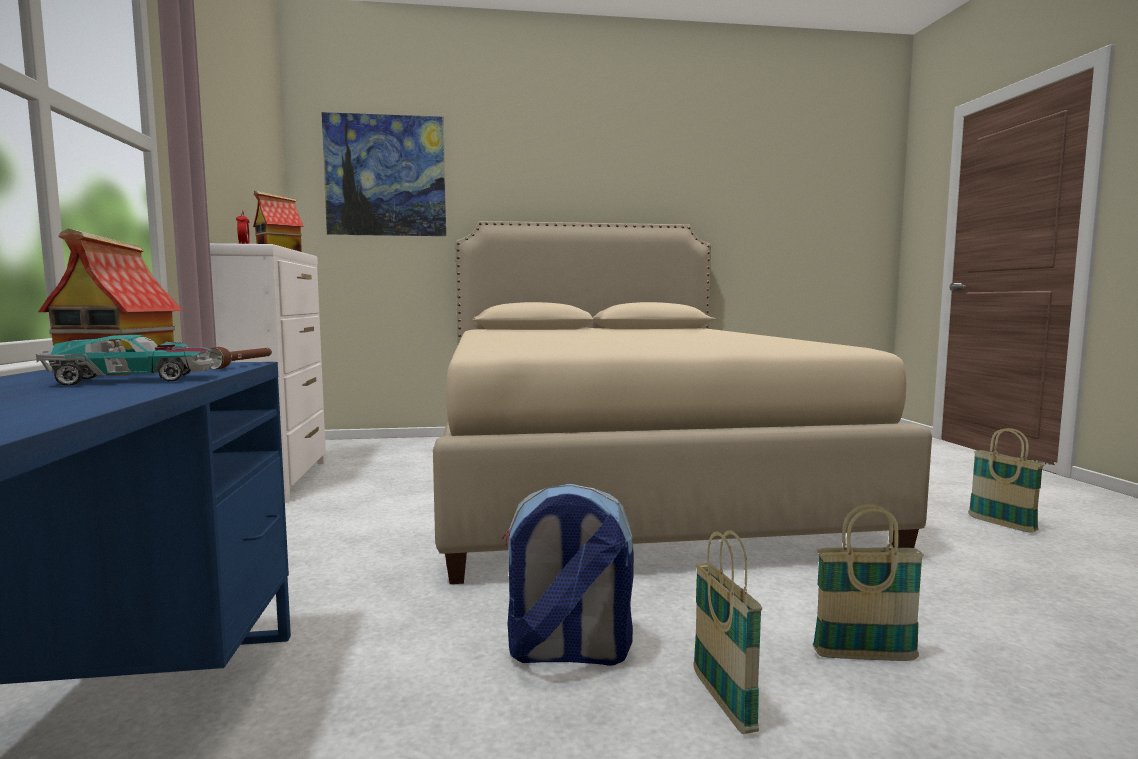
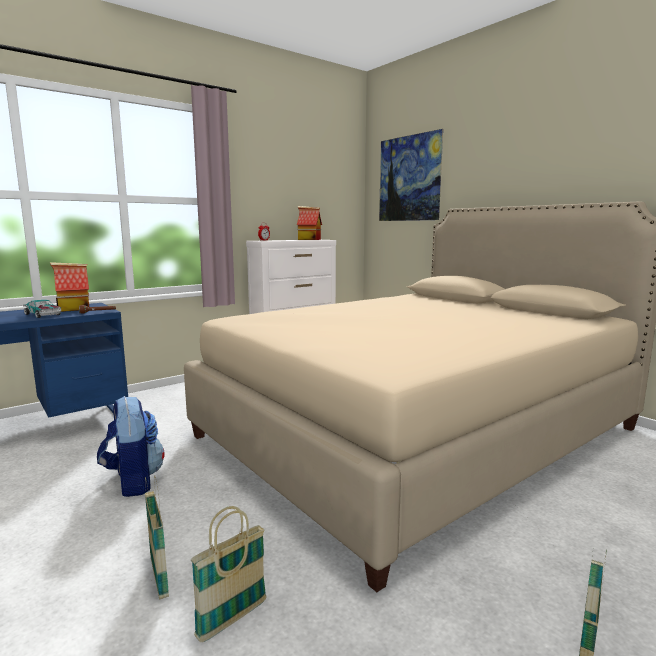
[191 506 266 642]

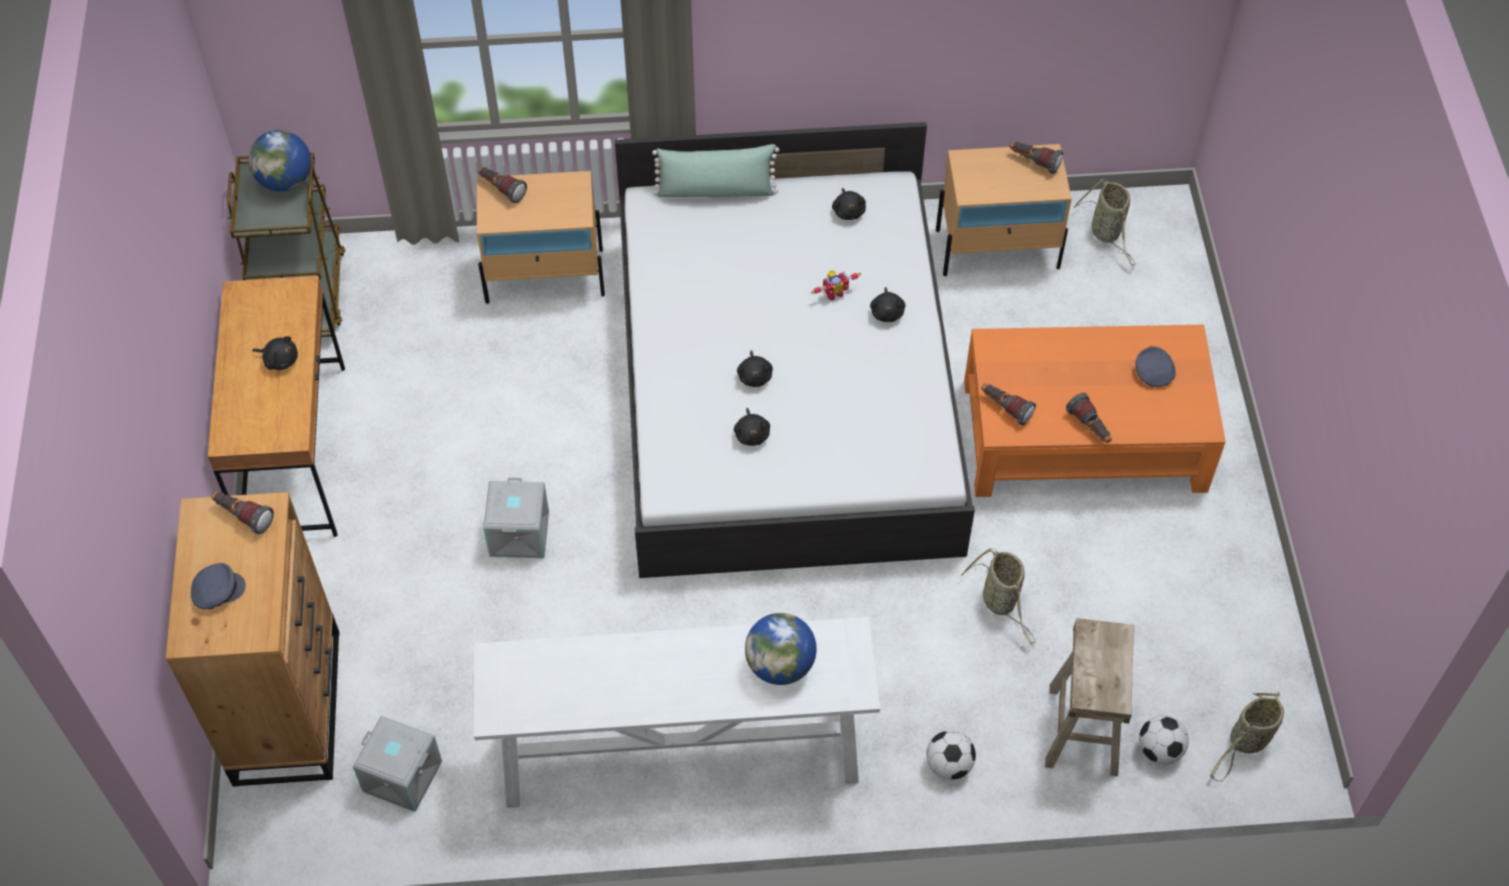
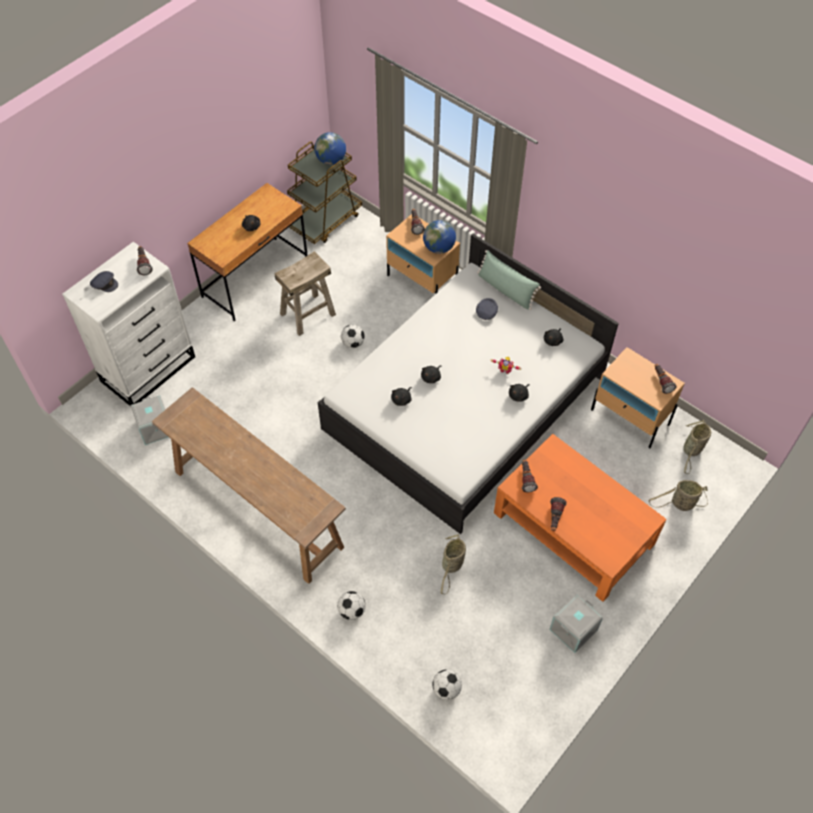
[476 298 498 320]
[550 594 603 653]
[62 242 195 406]
[423 220 456 254]
[152 387 346 584]
[274 251 336 336]
[649 480 708 511]
[341 324 365 348]

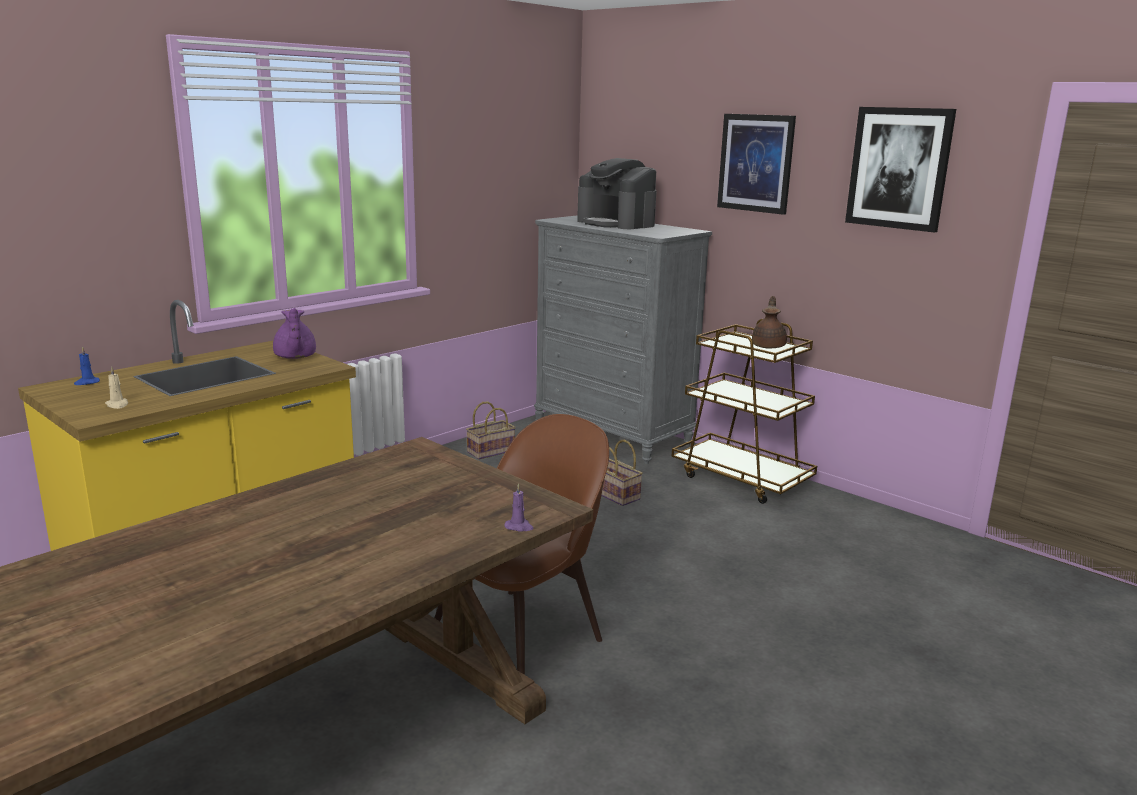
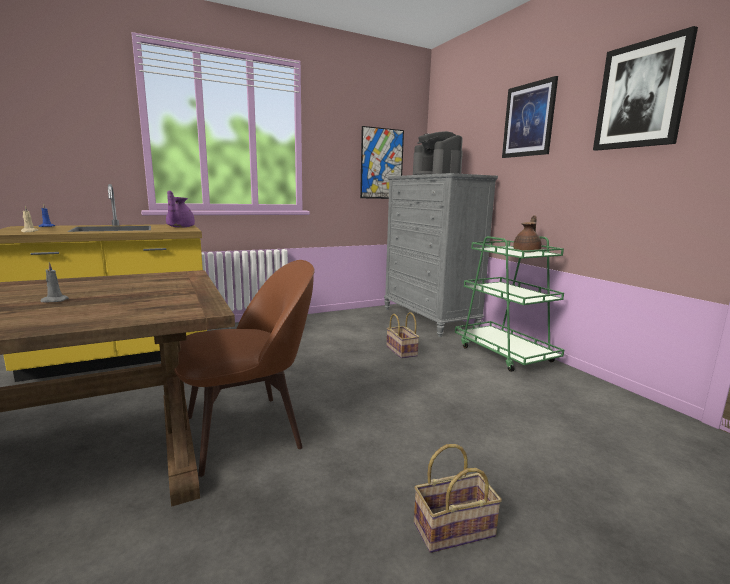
[455 236 564 372]
[414 444 502 553]
[504 483 534 532] (first image)
[360 126 404 199]
[40 262 69 302]

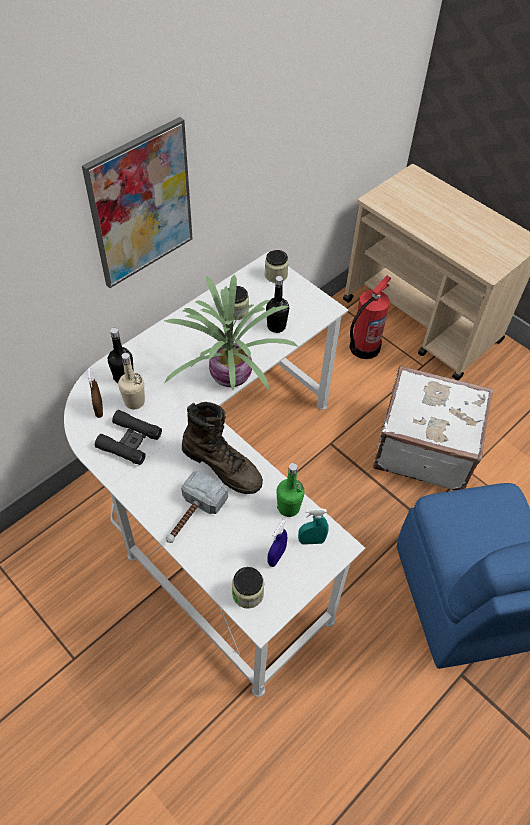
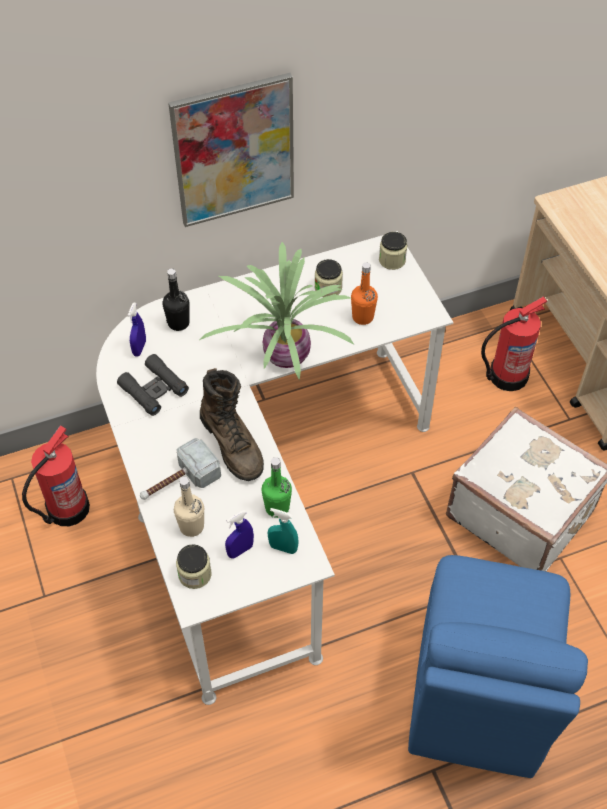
[351 262 378 325]
[174 477 204 537]
[127 302 146 357]
[22 425 90 526]

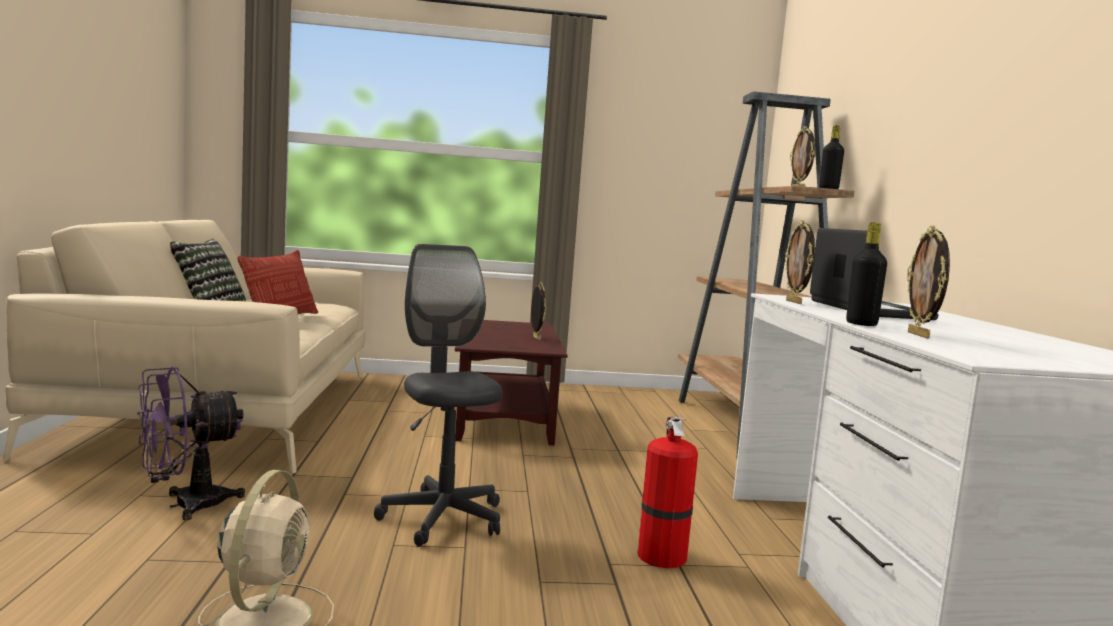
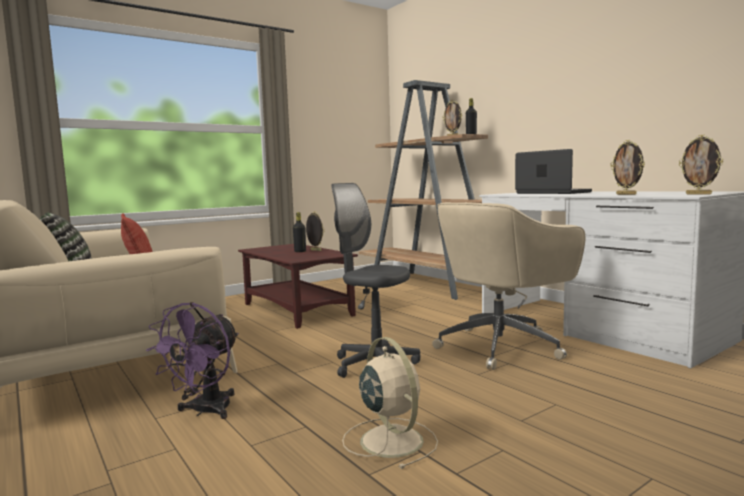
[679 135 723 195]
[293 212 306 252]
[432 202 585 370]

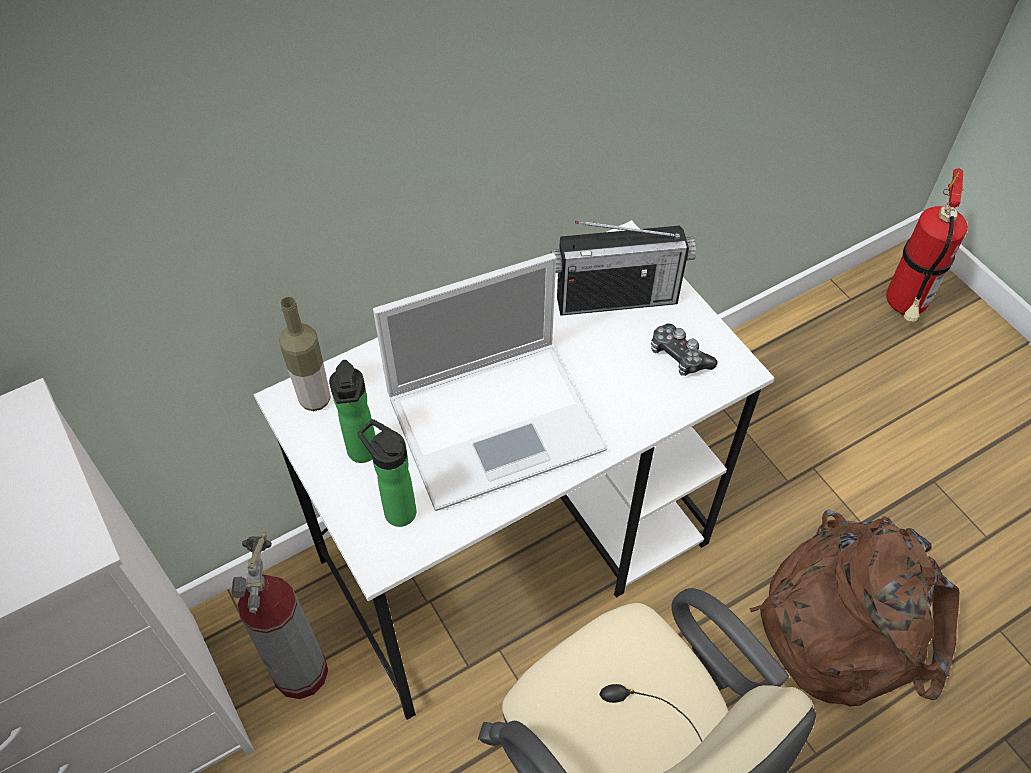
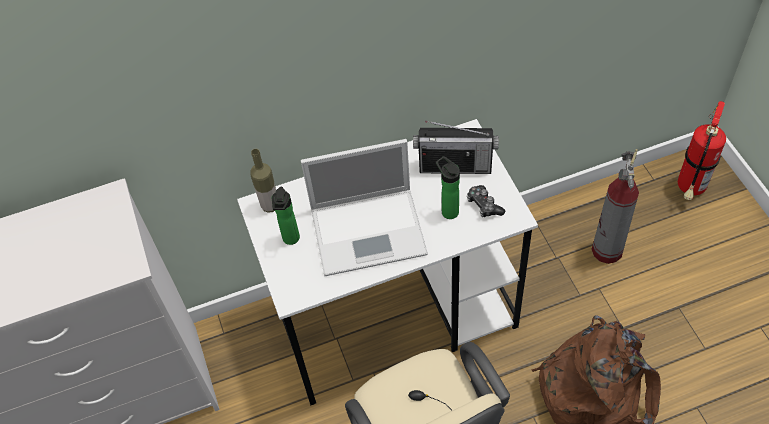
[436 156 460 219]
[591 149 639 264]

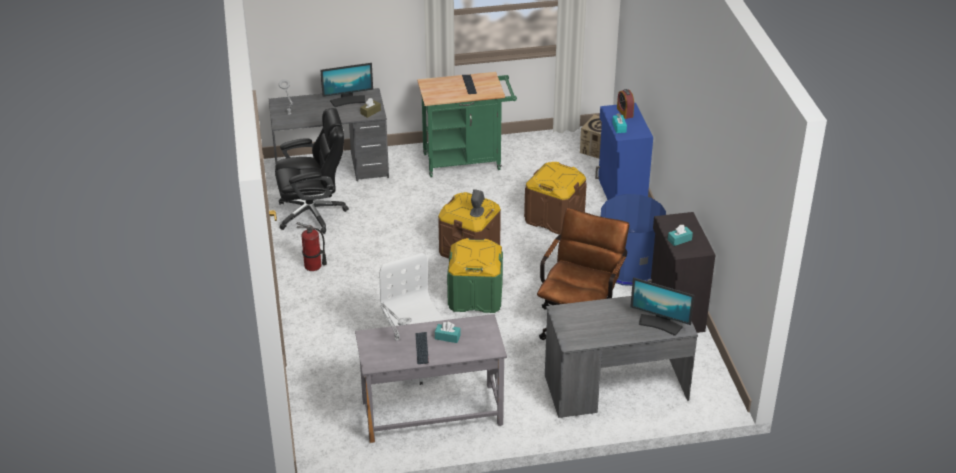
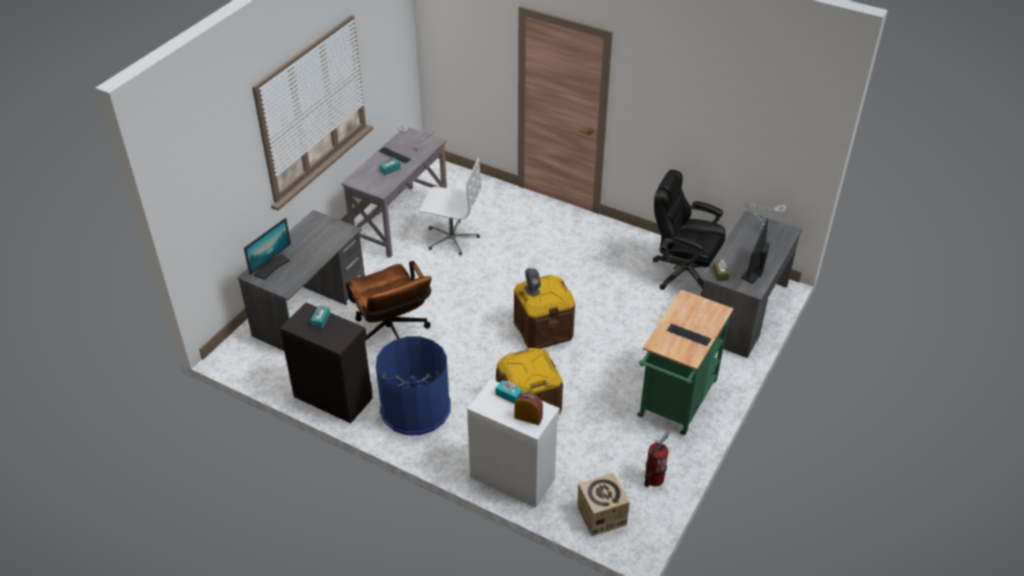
[467 379 560 508]
[653 170 726 295]
[644 431 669 487]
[447 238 503 313] (first image)
[244 218 291 280]

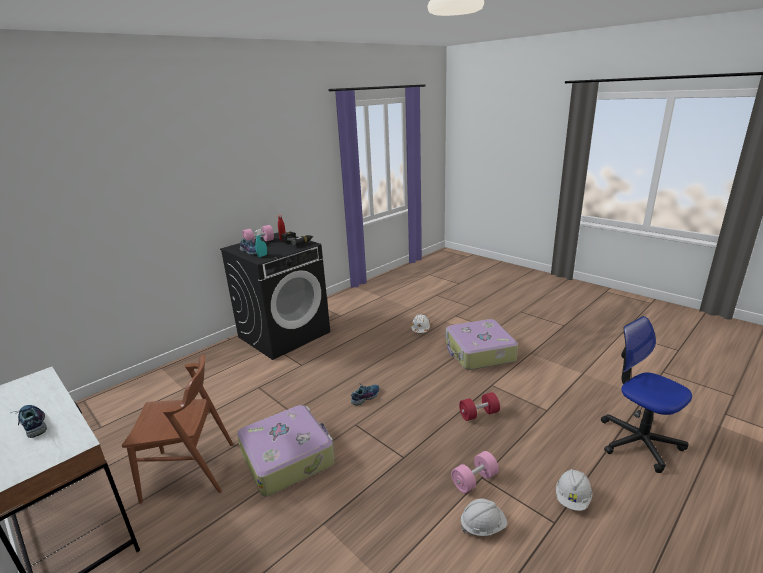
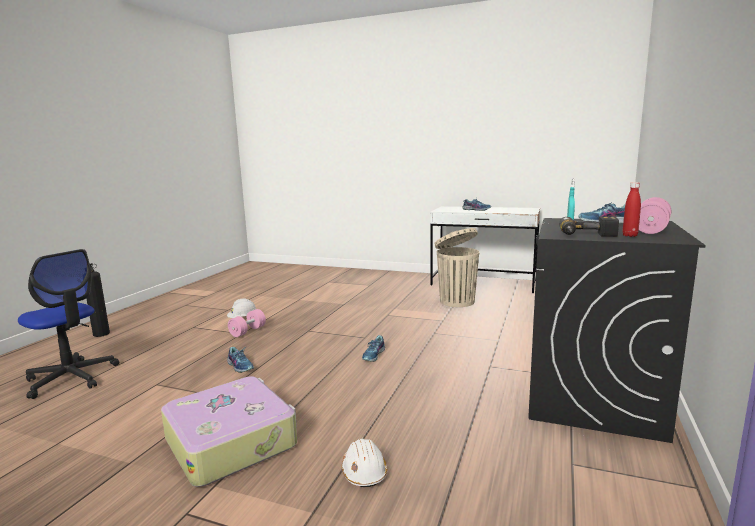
[435 228 479 307]
[227 347 254 373]
[237 405 335 496] (first image)
[556 469 592 511] (first image)
[86 263 110 337]

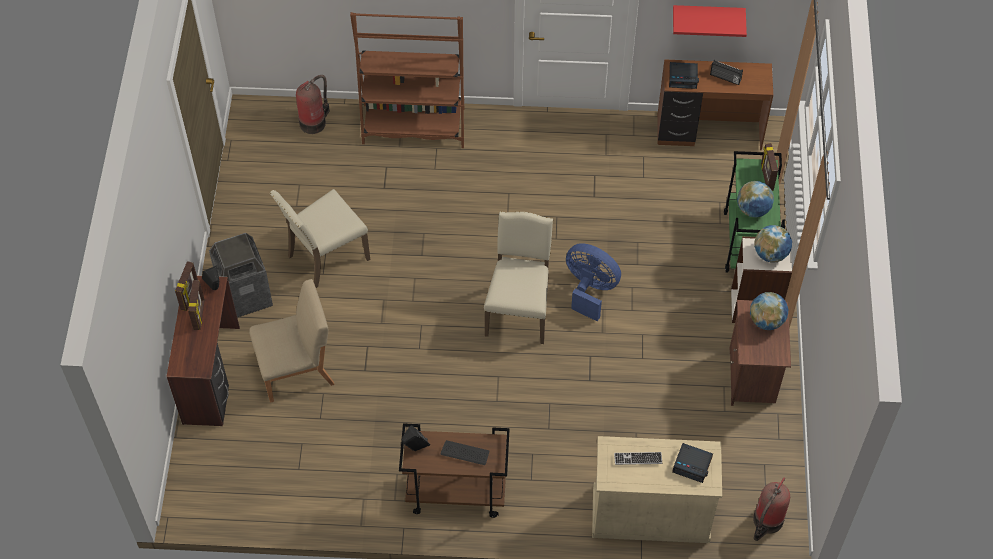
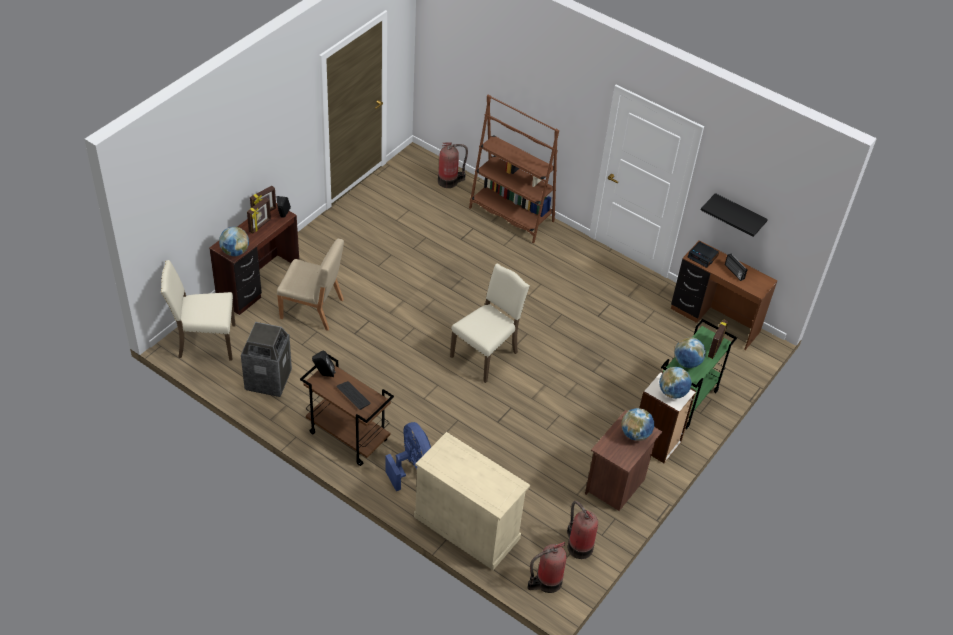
[701 193 768 237]
[161 260 236 361]
[241 322 292 397]
[385 422 431 491]
[672 443 713 483] (first image)
[614 452 662 465] (first image)
[219 227 249 256]
[567 501 598 559]

